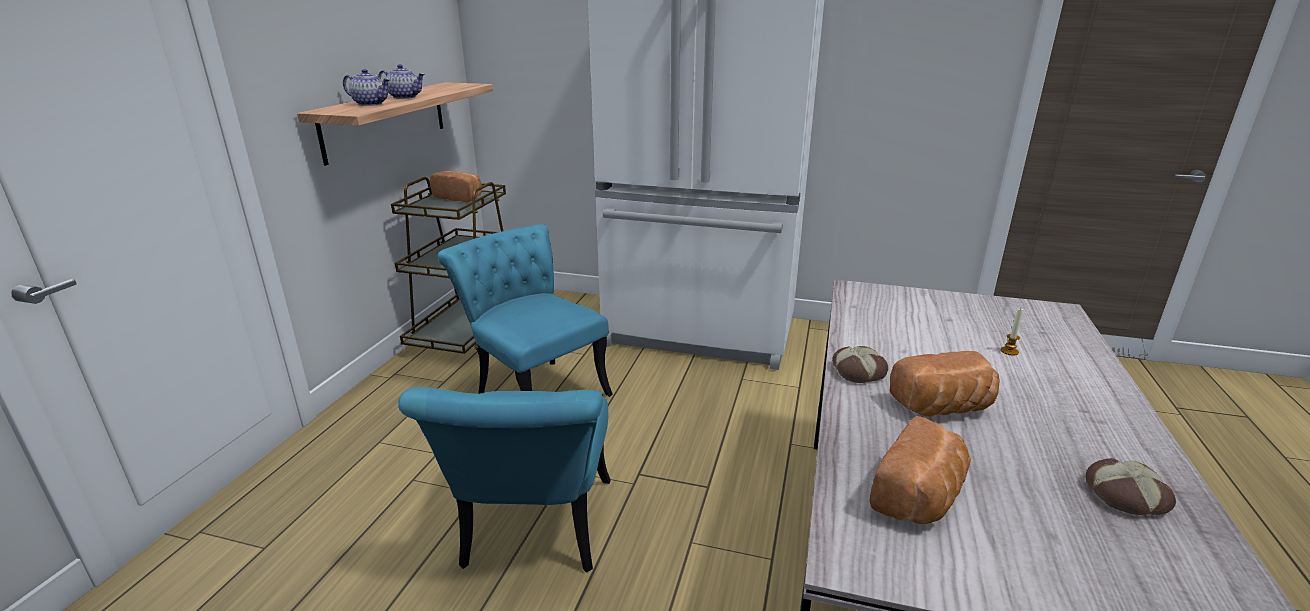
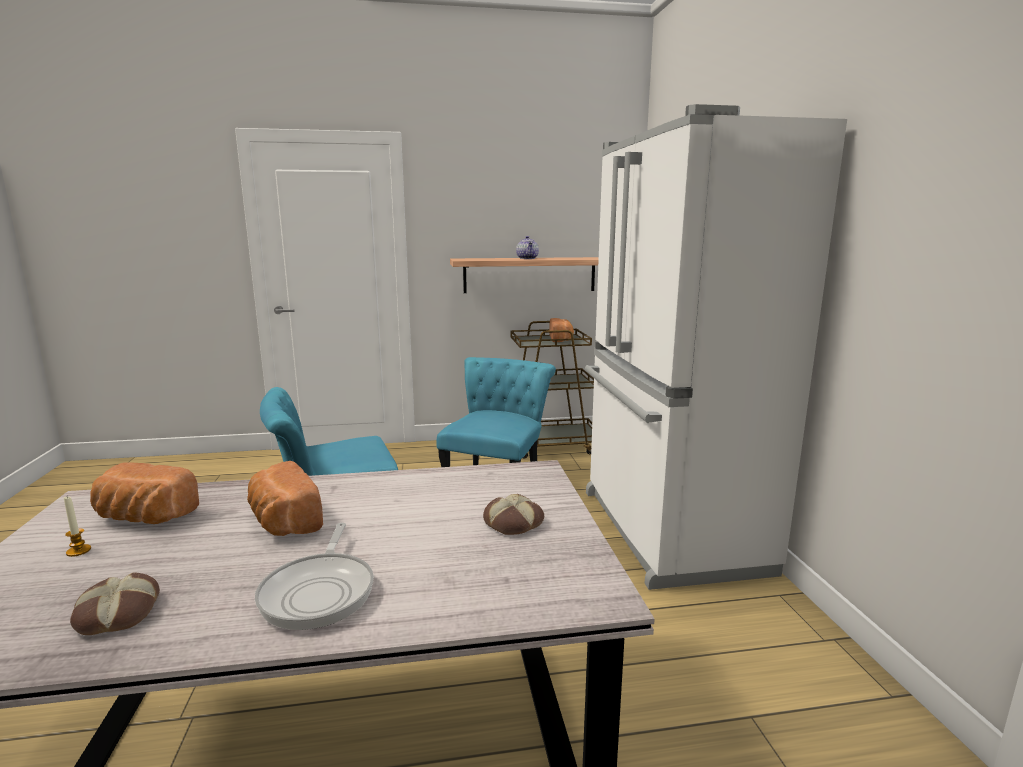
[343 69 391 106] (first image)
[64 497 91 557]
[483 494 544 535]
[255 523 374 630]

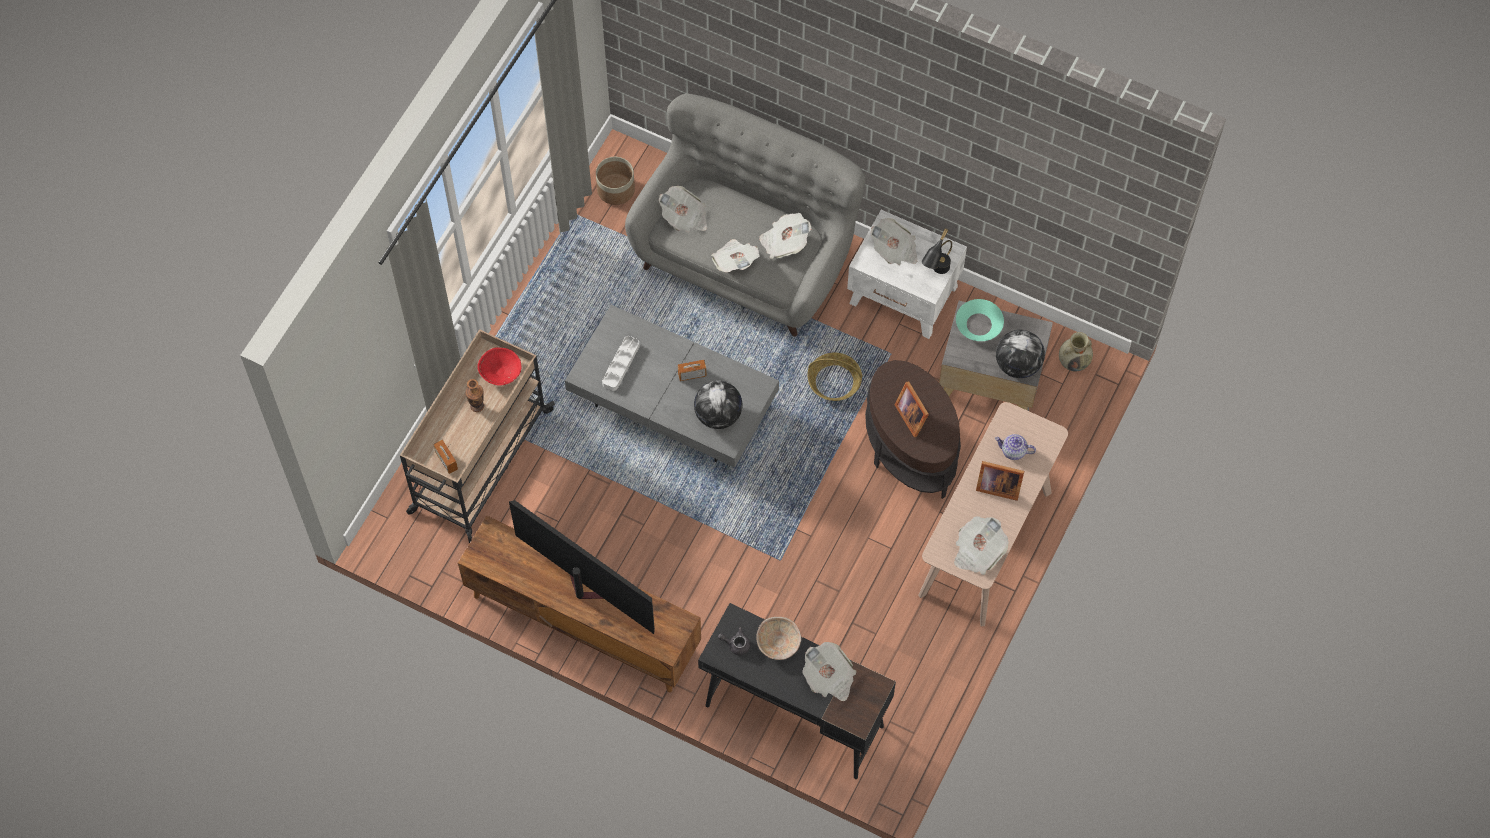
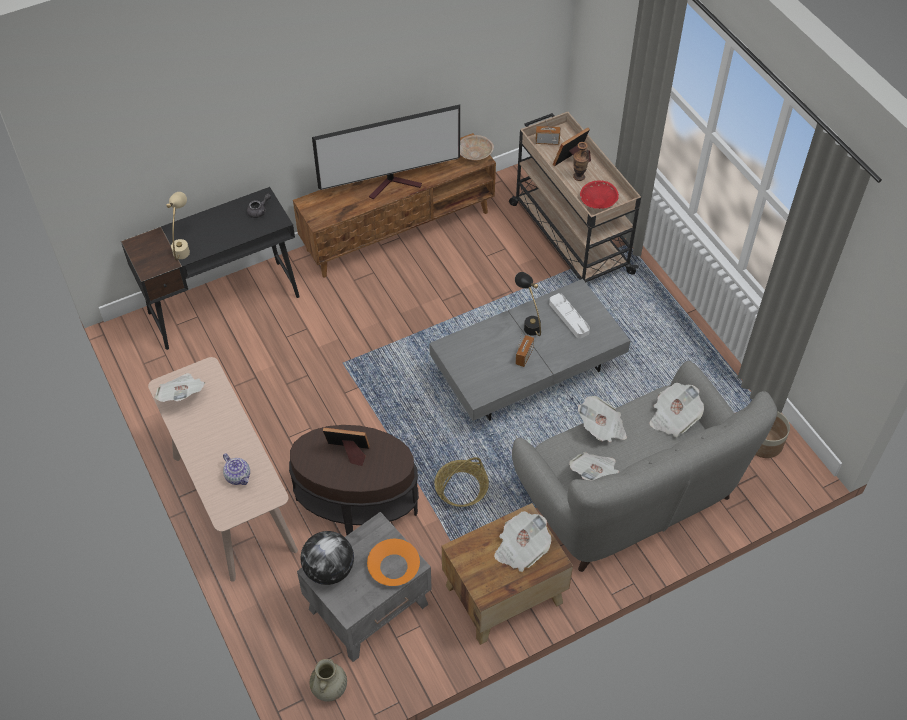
[442 503 573 645]
[515 272 541 336]
[367 539 420 586]
[694 381 743 429] (first image)
[223 453 250 485]
[553 128 591 166]
[460 135 494 160]
[166 192 190 261]

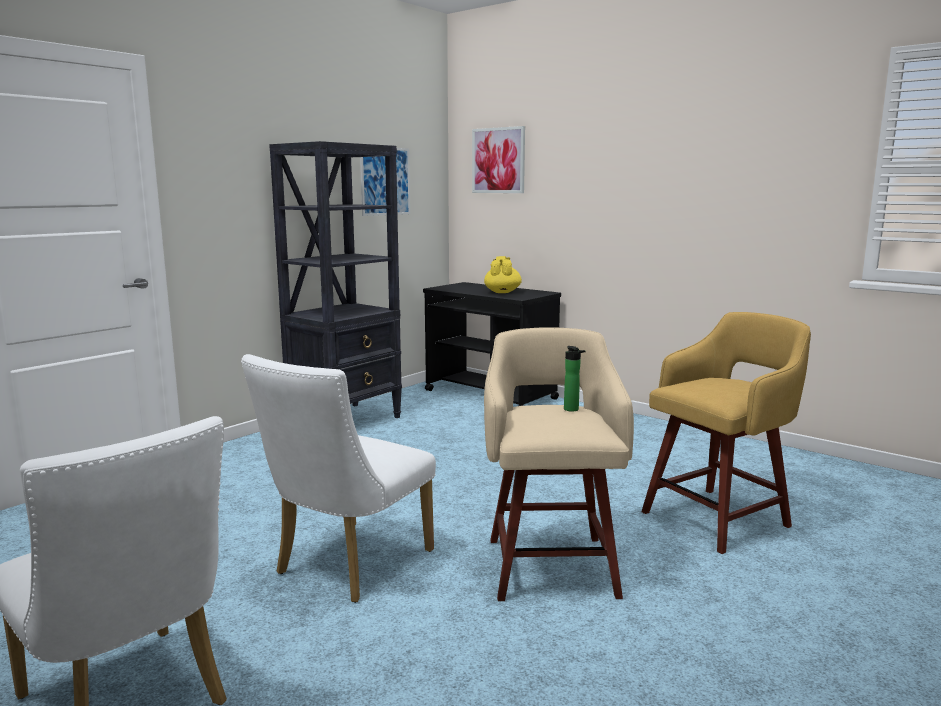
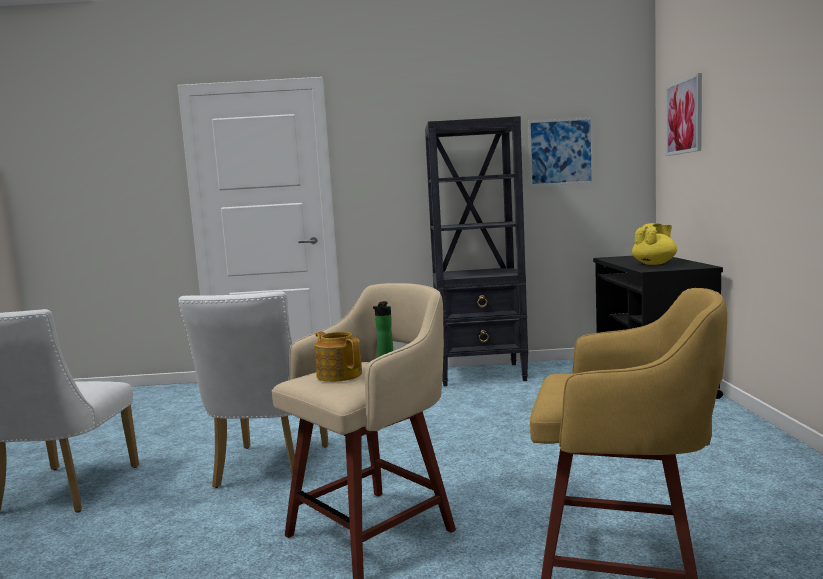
[178 291 329 488]
[315 331 362 382]

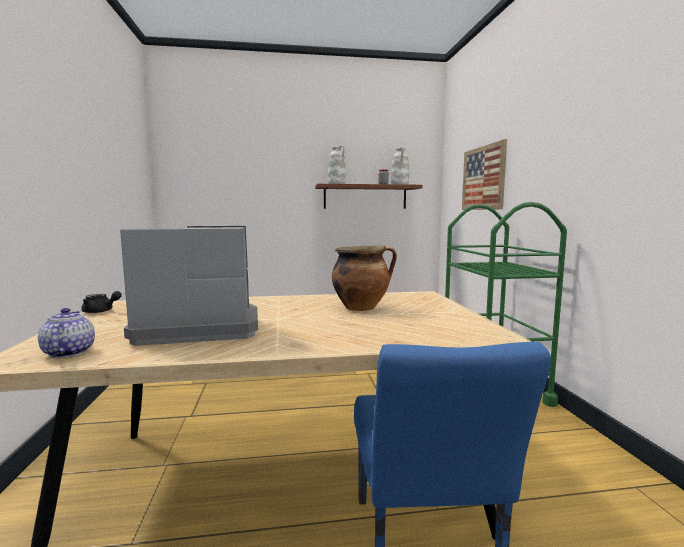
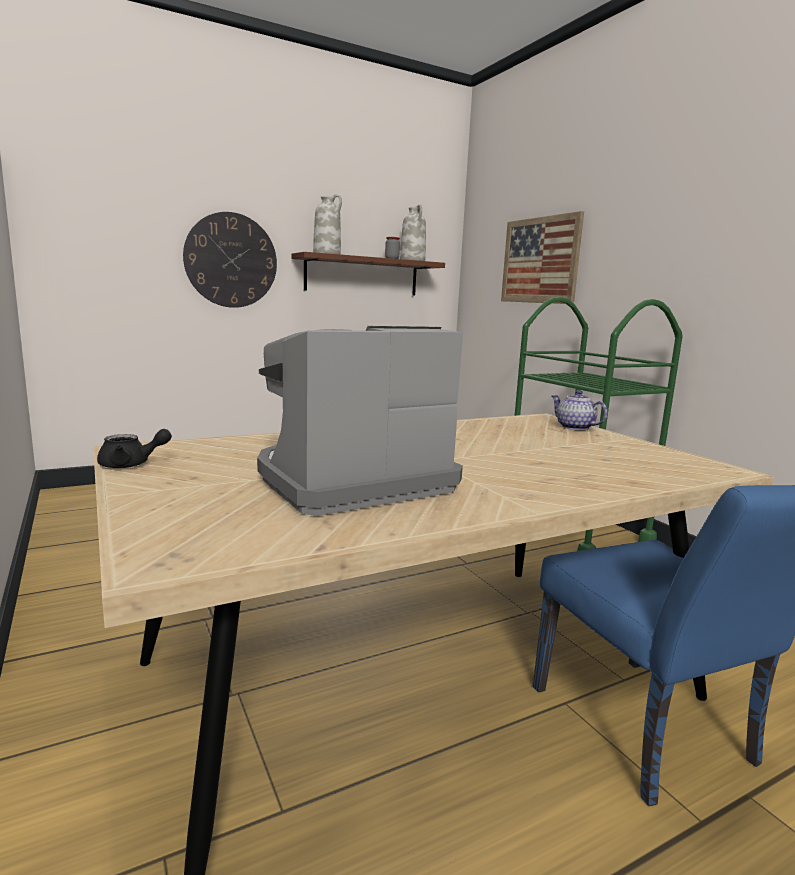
[332 246 397 311] (first image)
[552 390 607 430]
[183 212 277 308]

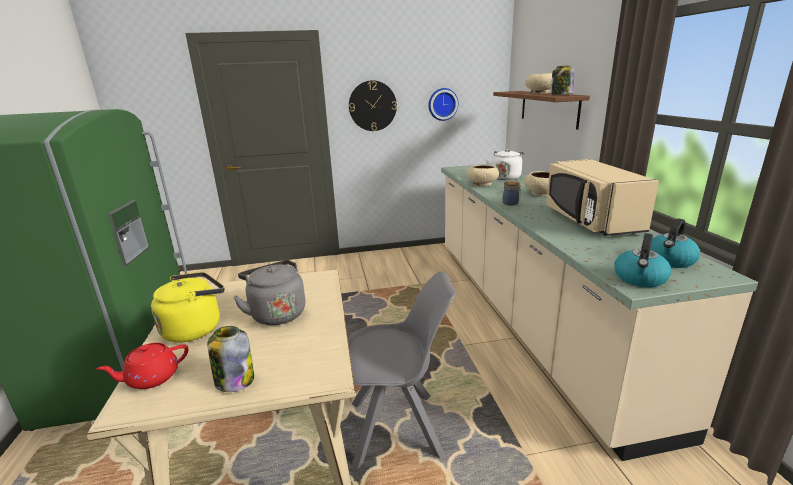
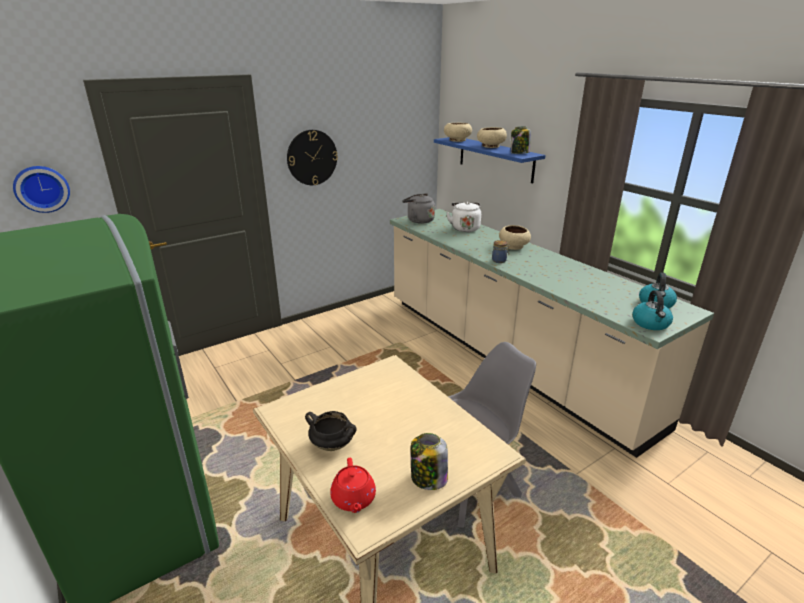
[13 166 70 213]
[434 137 545 183]
[546 159 659 236] (first image)
[444 123 472 142]
[402 193 435 223]
[305 411 357 451]
[330 458 376 513]

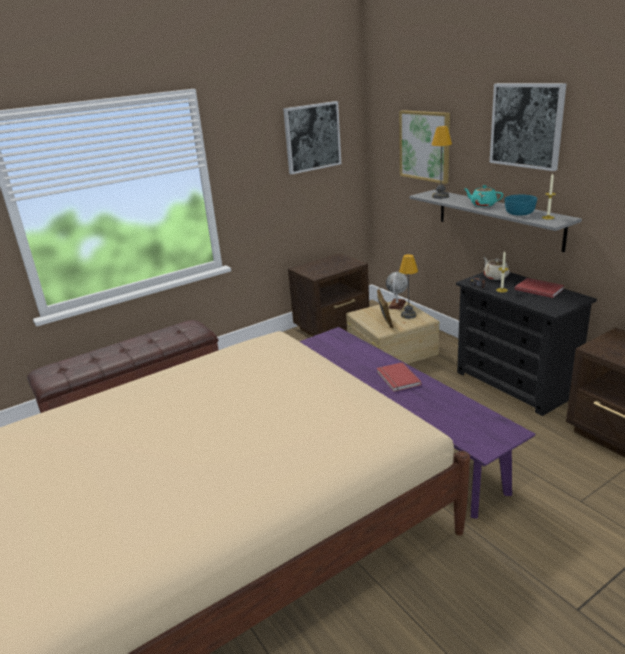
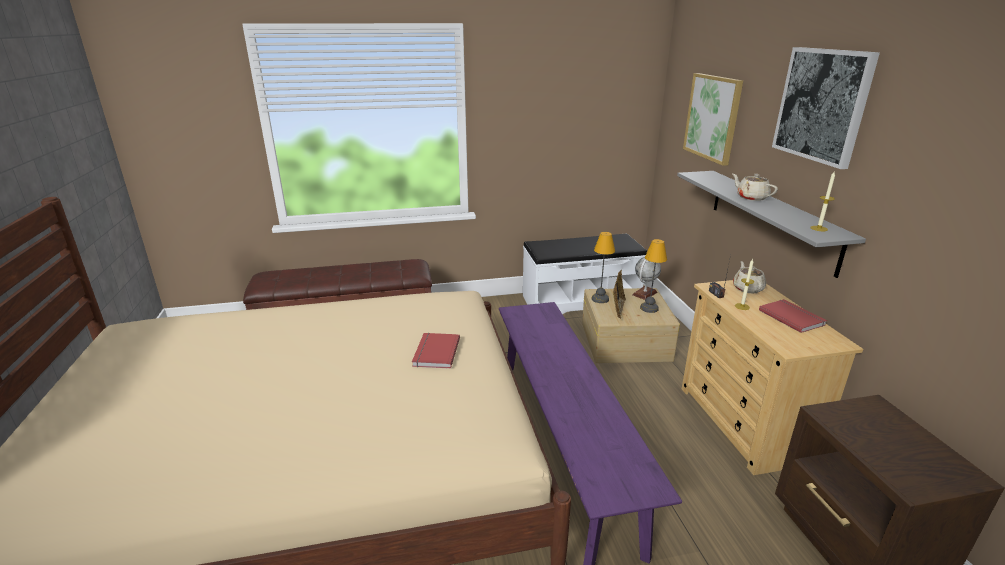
[283 101 341 174] (first image)
[592 232 615 303]
[732 174 778 201]
[505 195 537 216] (first image)
[523 234 647 314]
[682 280 863 475]
[412 333 460 369]

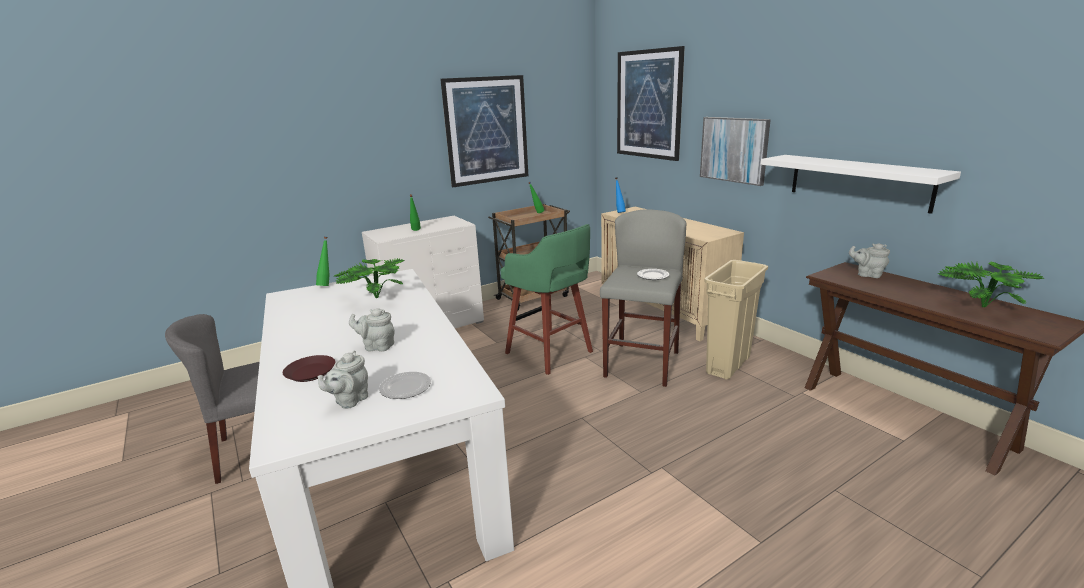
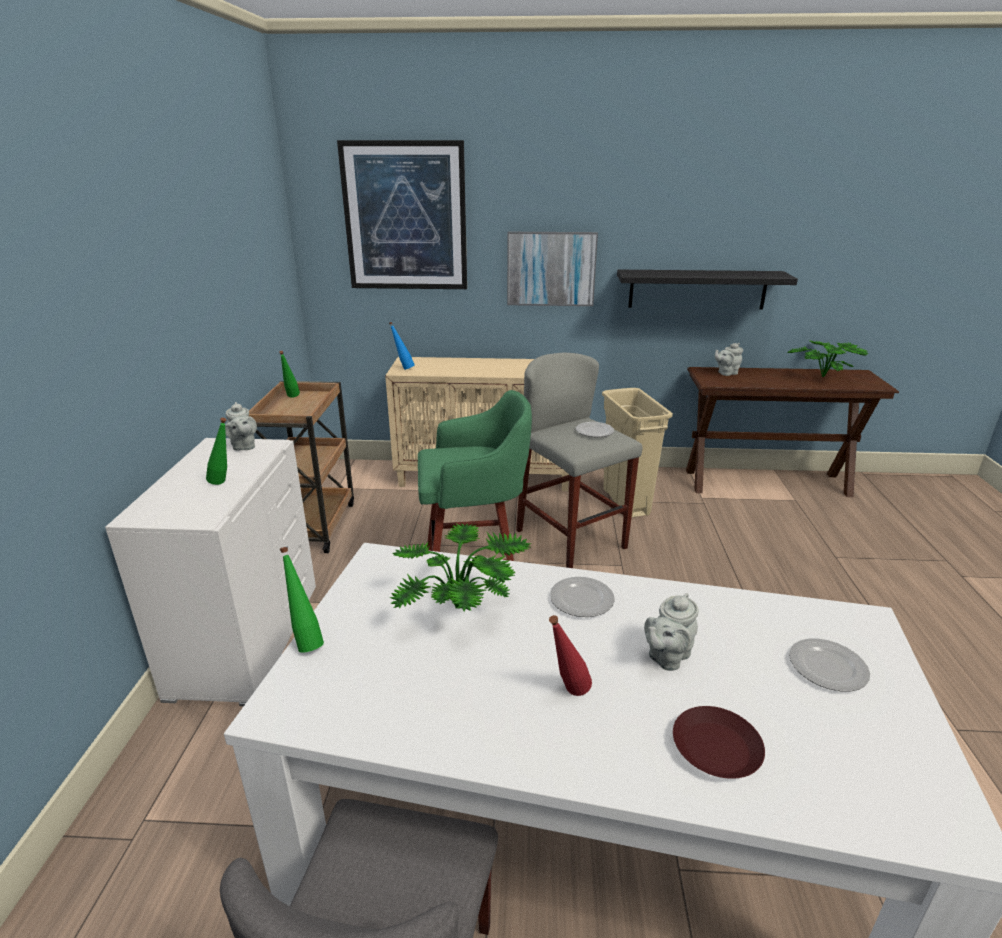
[440 75 528 187] (first image)
[617 270 798 310]
[225 402 257 451]
[550 577 615 617]
[549 615 592 696]

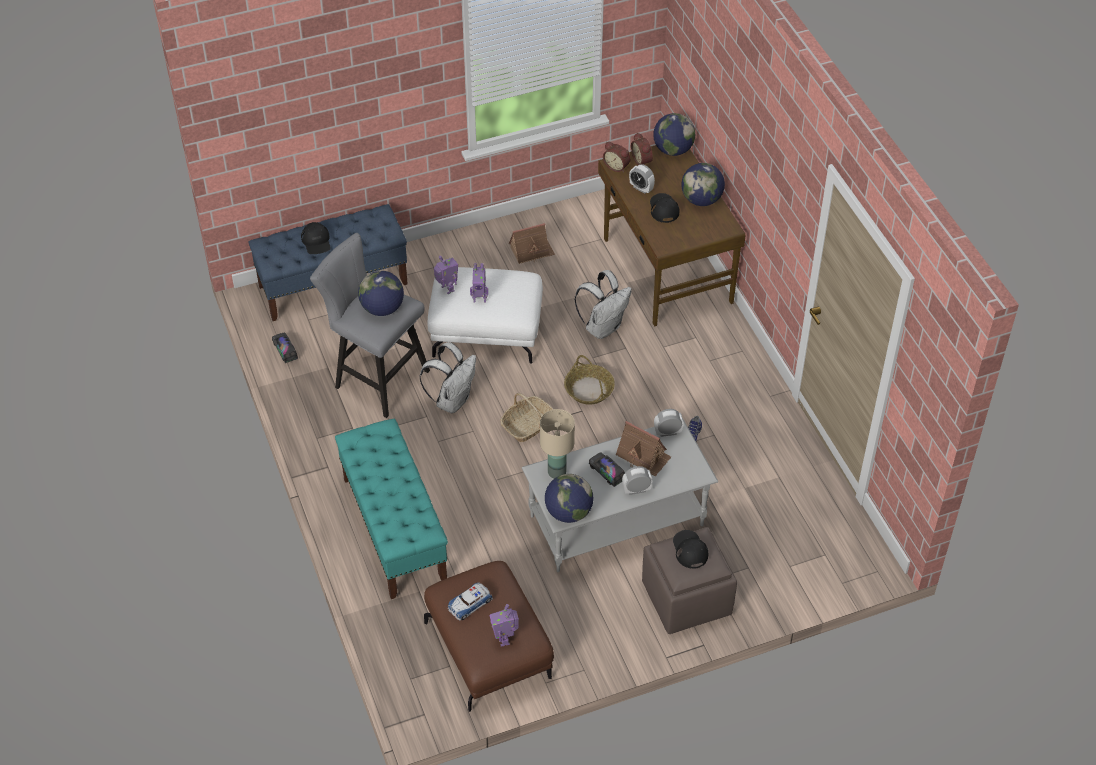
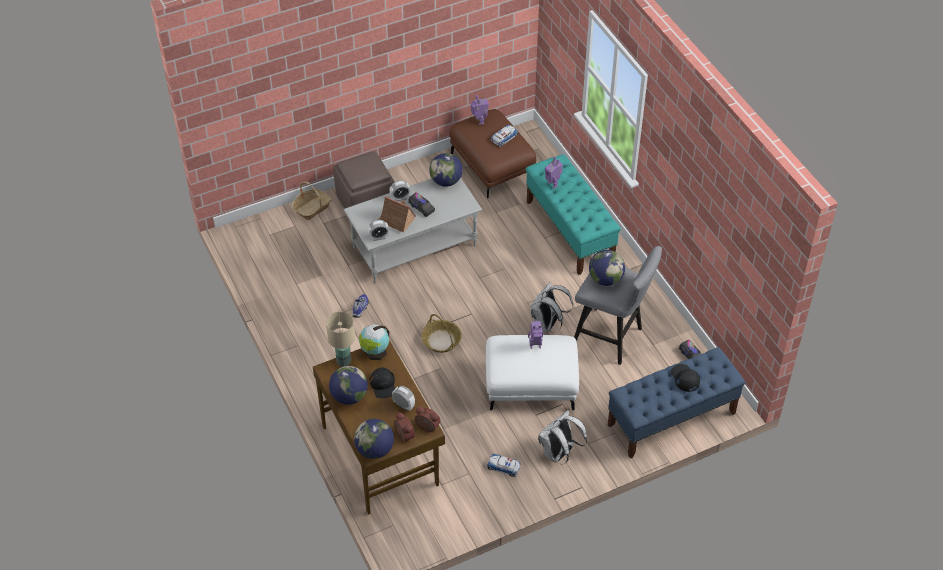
[487 454 521 477]
[545 156 563 189]
[538 410 587 462]
[292 182 332 220]
[326 311 355 367]
[673 530 708 568] (first image)
[359 324 389 360]

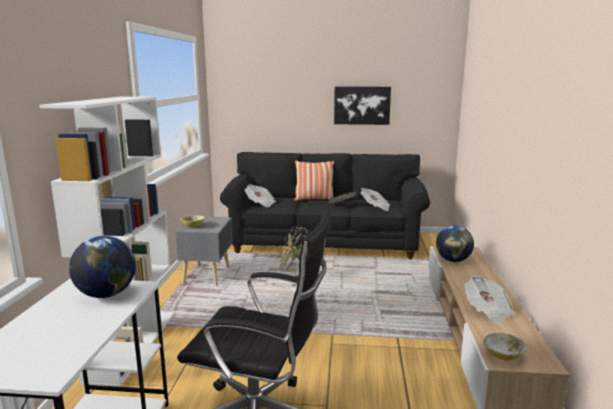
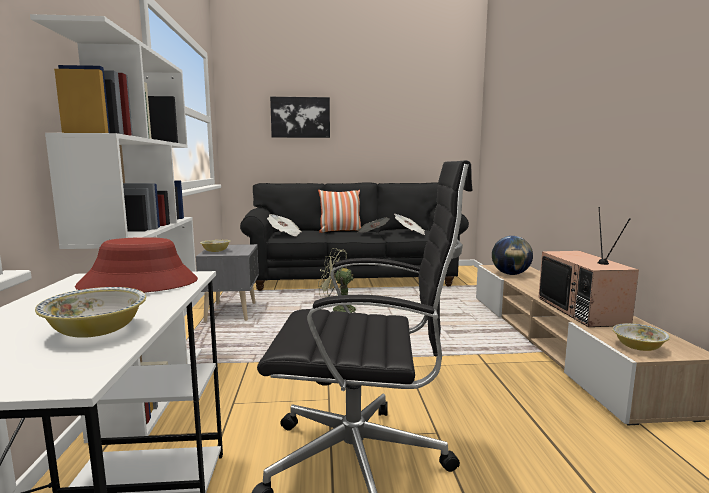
[270 97 330 138]
[75 237 198 293]
[538 207 639 327]
[35 287 146 338]

